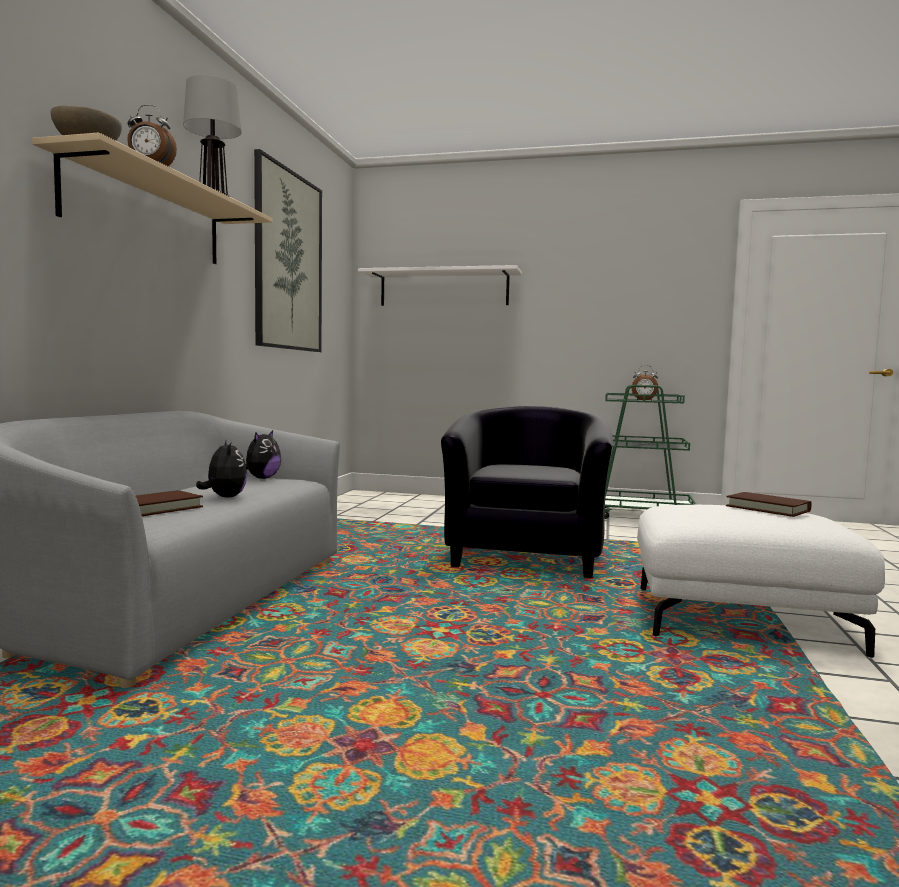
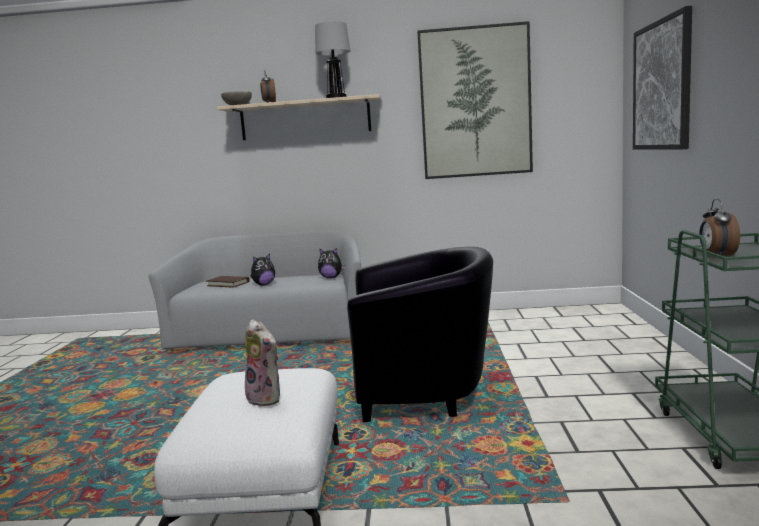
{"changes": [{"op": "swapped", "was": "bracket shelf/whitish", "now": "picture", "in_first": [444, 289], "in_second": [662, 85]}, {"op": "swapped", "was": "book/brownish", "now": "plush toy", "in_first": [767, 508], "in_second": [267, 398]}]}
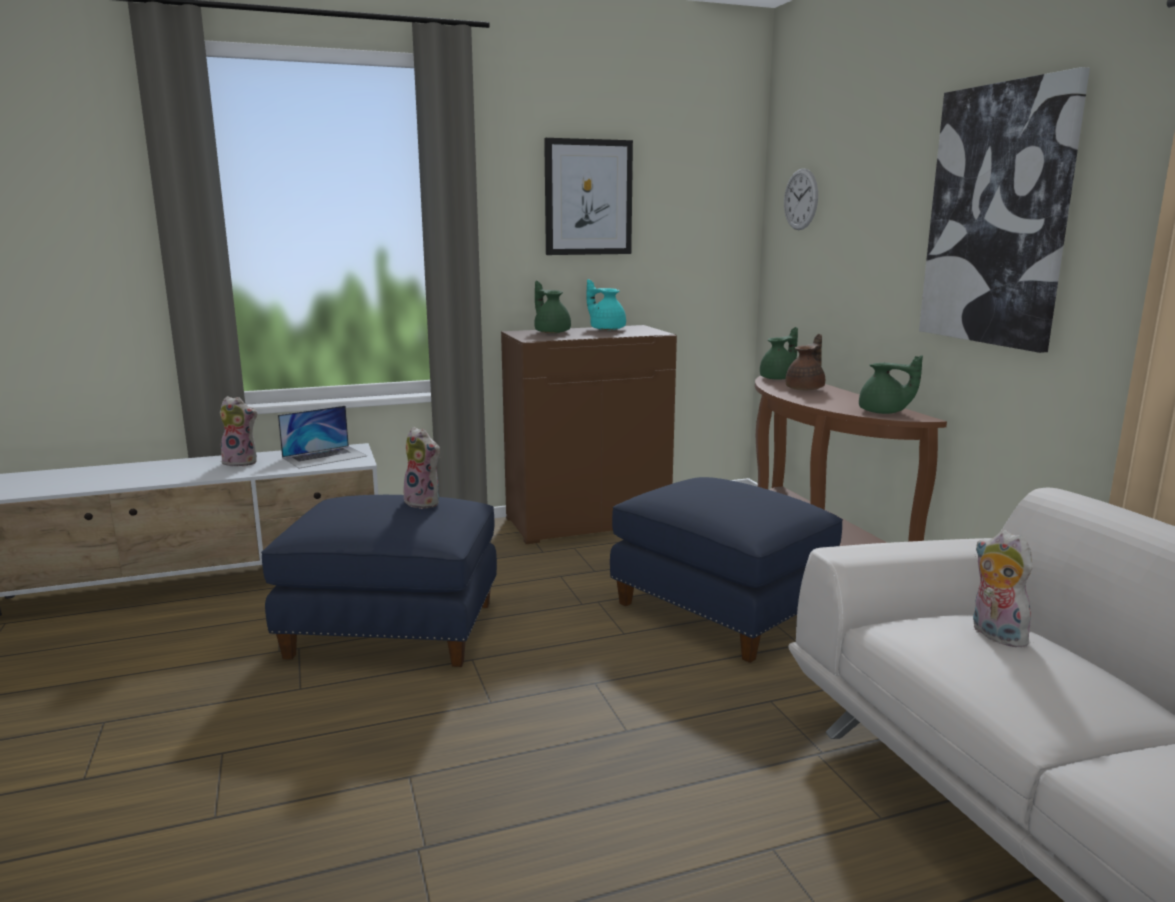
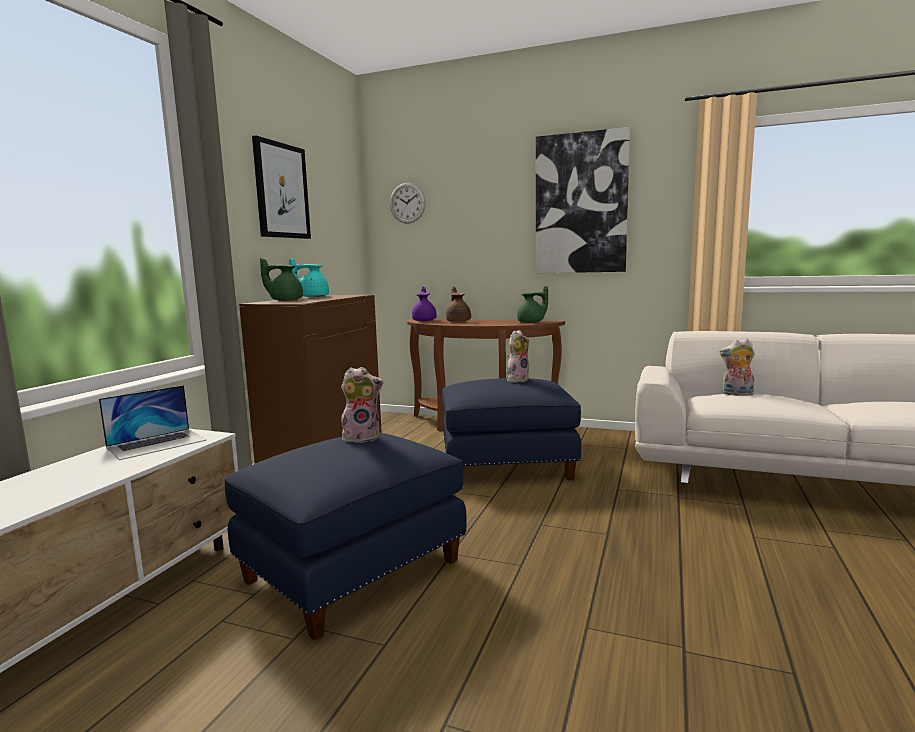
{"changes": [{"op": "shifted", "was": "plush toy", "in_first": [242, 462], "in_second": [517, 380]}, {"op": "repainted", "was": "pot for tea/green-coloured", "now": "pot for tea/purple", "in_first": [779, 378], "in_second": [424, 320]}, {"op": "rotated", "was": "portable computer", "in_first": [325, 457], "in_second": [157, 443], "clockwise": 45}]}
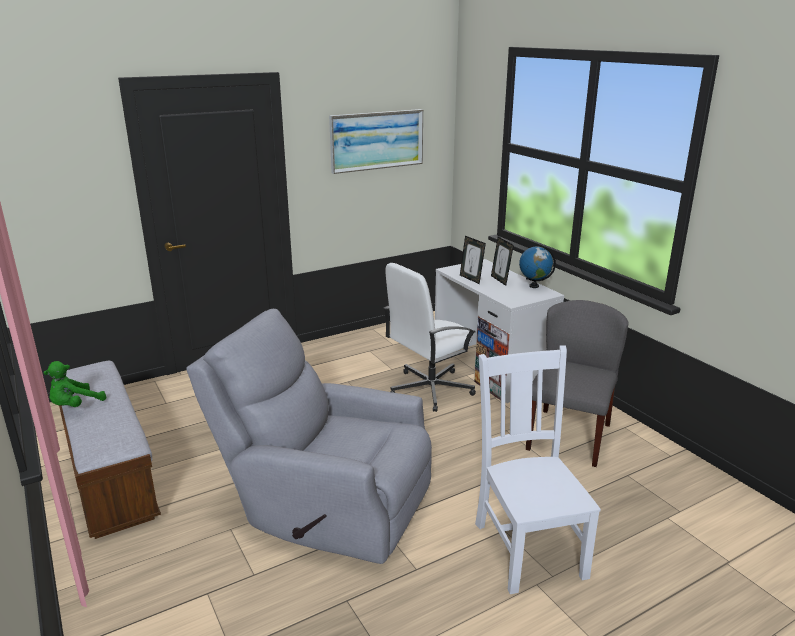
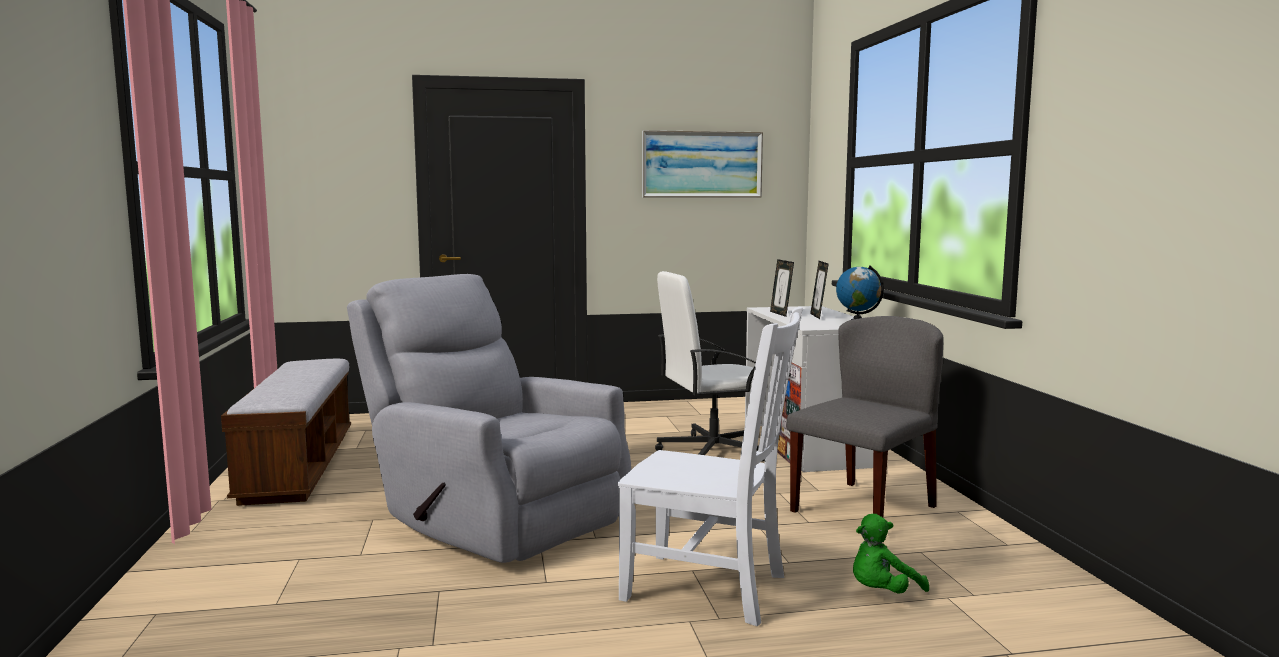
{"changes": [{"op": "shifted", "was": "plush toy/green-coloured", "in_first": [75, 405], "in_second": [882, 592]}, {"op": "rotated", "was": "upright chair/whitish", "in_first": [528, 546], "in_second": [710, 588], "clockwise": 105}]}
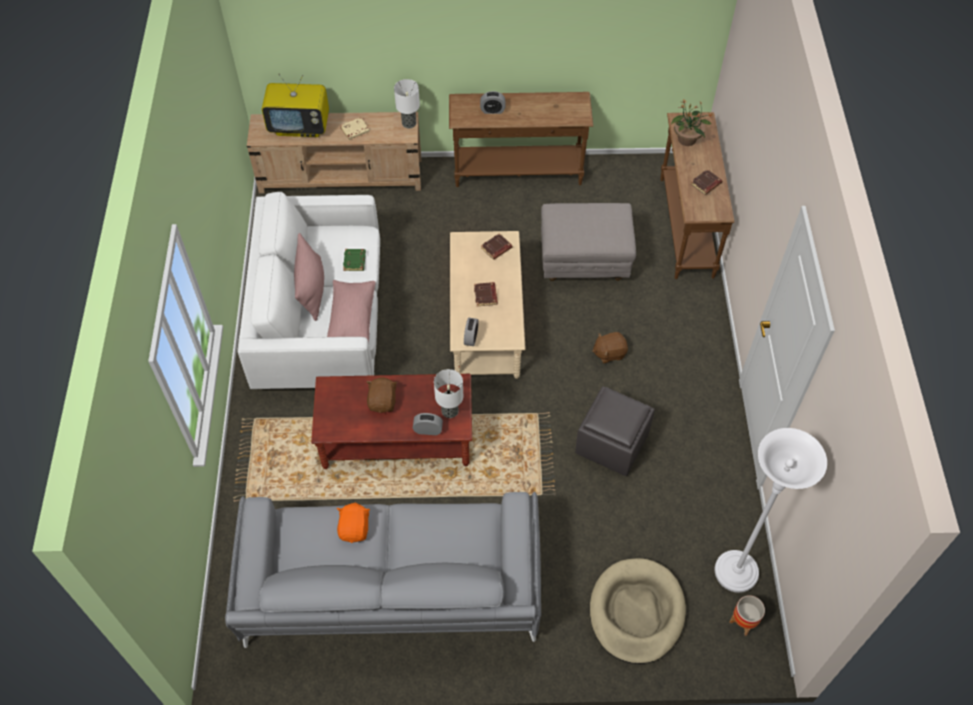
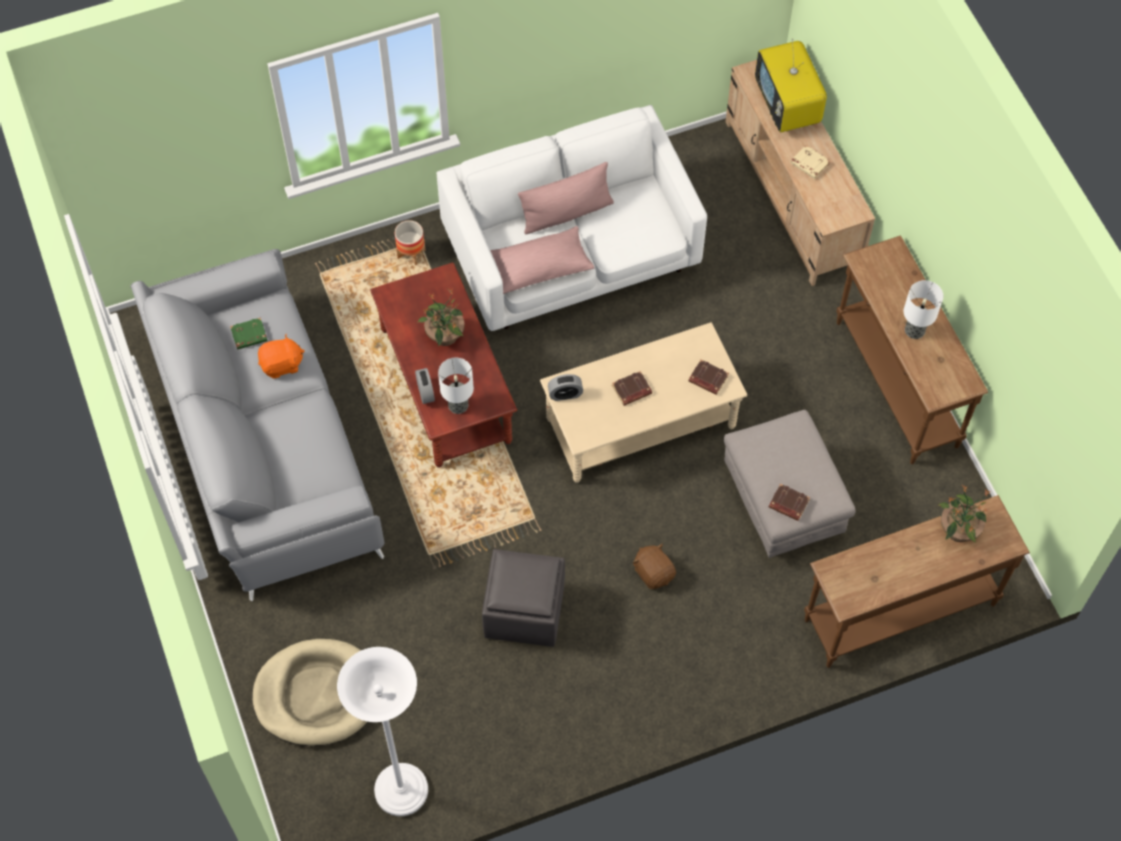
{"changes": [{"op": "gone", "was": "table clock", "in_first": [492, 110]}, {"op": "shifted", "was": "book/green-coloured", "in_first": [355, 261], "in_second": [249, 336]}, {"op": "shifted", "was": "tabletop lamp", "in_first": [409, 123], "in_second": [915, 330]}, {"op": "shifted", "was": "book/brownish", "in_first": [706, 184], "in_second": [788, 504]}, {"op": "shifted", "was": "plant pot", "in_first": [743, 621], "in_second": [411, 254]}, {"op": "swapped", "was": "plush toy/brownish", "now": "potted plant", "in_first": [383, 402], "in_second": [445, 336]}]}
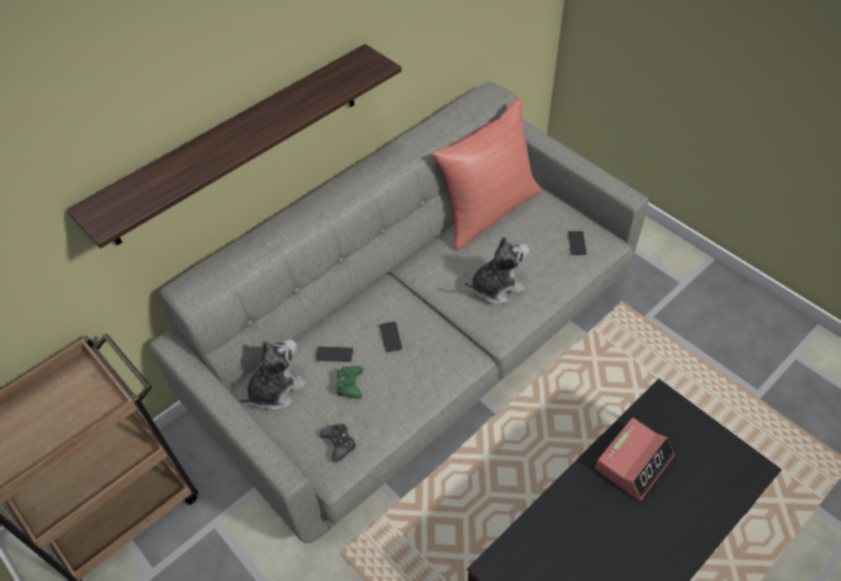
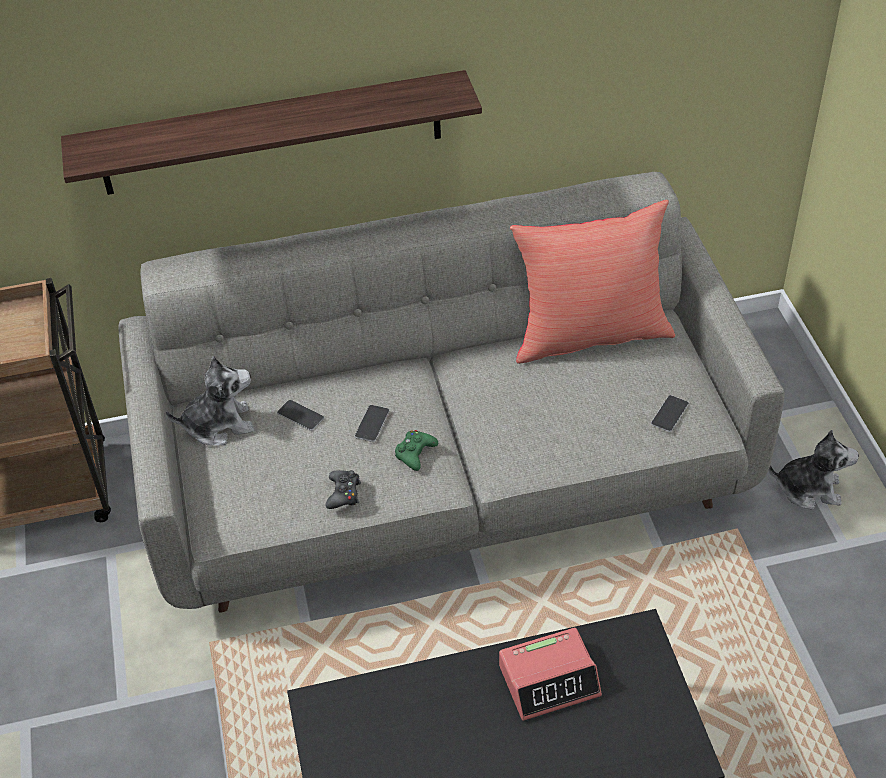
{"changes": [{"op": "shifted", "was": "game controller/blackish", "in_first": [339, 443], "in_second": [343, 493]}, {"op": "shifted", "was": "game controller/green-coloured", "in_first": [349, 384], "in_second": [415, 453]}, {"op": "shifted", "was": "plush toy", "in_first": [496, 287], "in_second": [809, 489]}]}
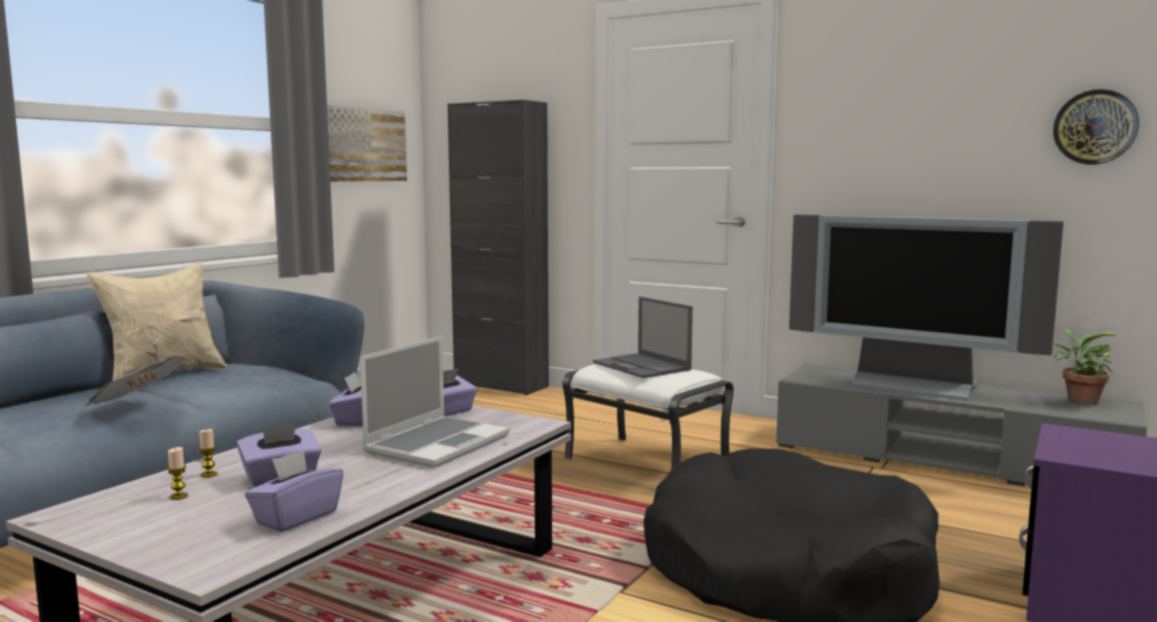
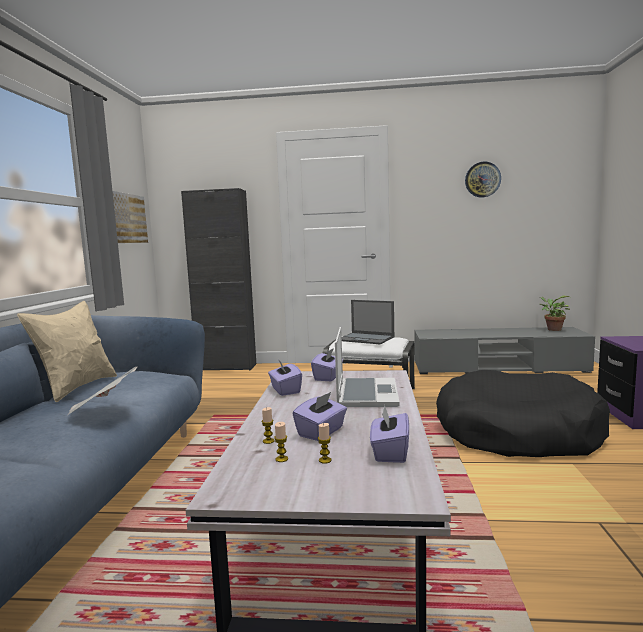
{"changes": [{"op": "gone", "was": "TV", "in_first": [914, 387]}, {"op": "new", "now": "wax candle", "in_second": [325, 460]}, {"op": "shifted", "was": "clock on the wall", "in_first": [1095, 127], "in_second": [482, 179]}]}
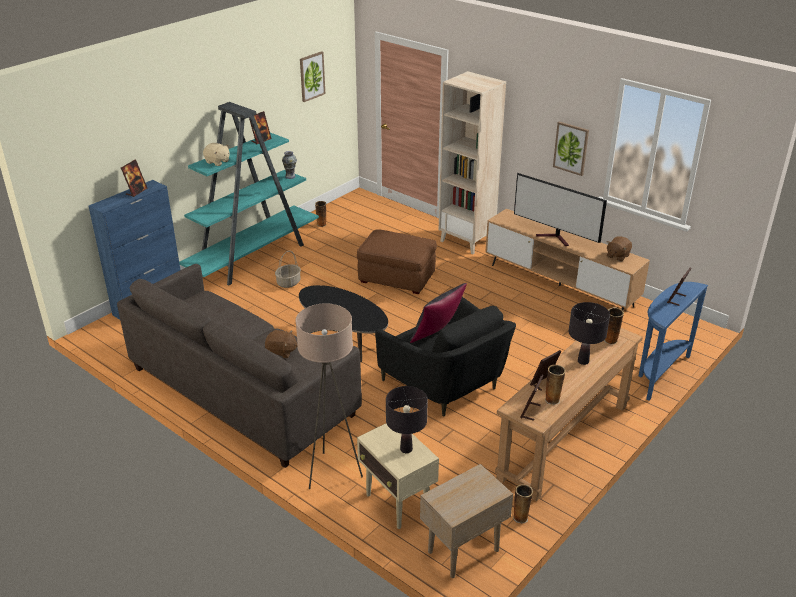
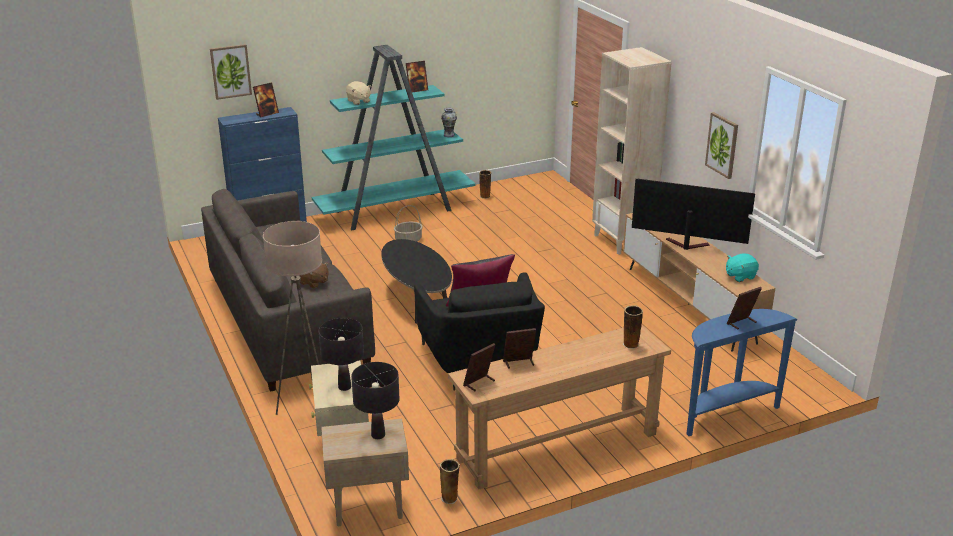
{"changes": [{"op": "gone", "was": "ottoman/brownish", "in_first": [397, 278]}, {"op": "gone", "was": "flower vase", "in_first": [552, 399]}, {"op": "shifted", "was": "picture", "in_first": [311, 76], "in_second": [230, 71]}, {"op": "shifted", "was": "tabletop lamp/blackish", "in_first": [583, 361], "in_second": [378, 435]}, {"op": "repainted", "was": "plush toy/brownish", "now": "plush toy/turquoise-coloured", "in_first": [617, 256], "in_second": [740, 276]}, {"op": "rotated", "was": "TV", "in_first": [556, 238], "in_second": [685, 245], "clockwise": 135}]}
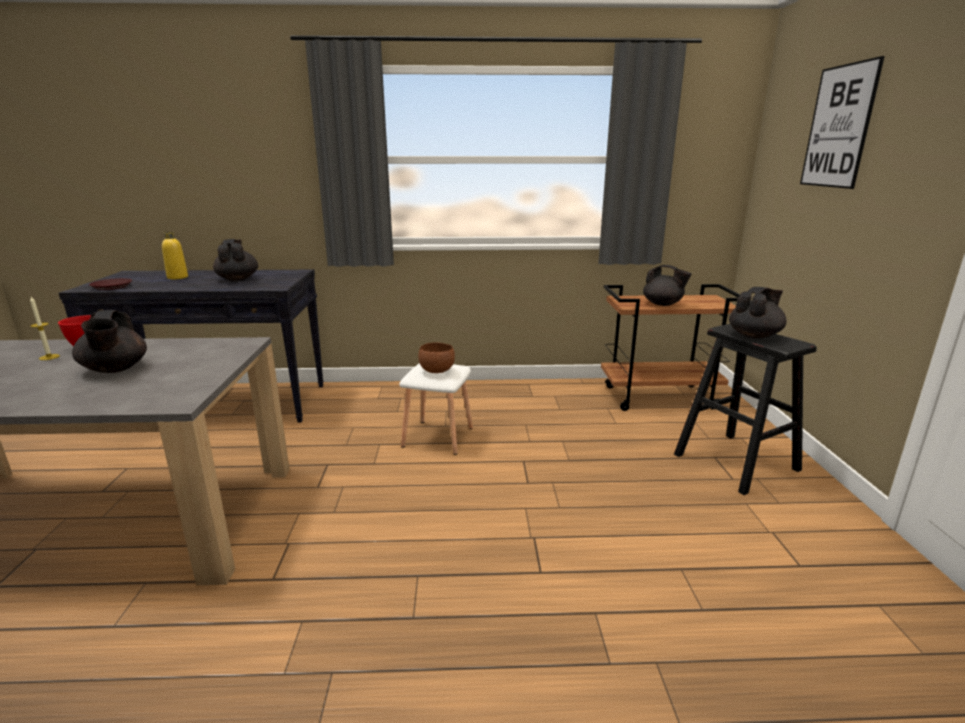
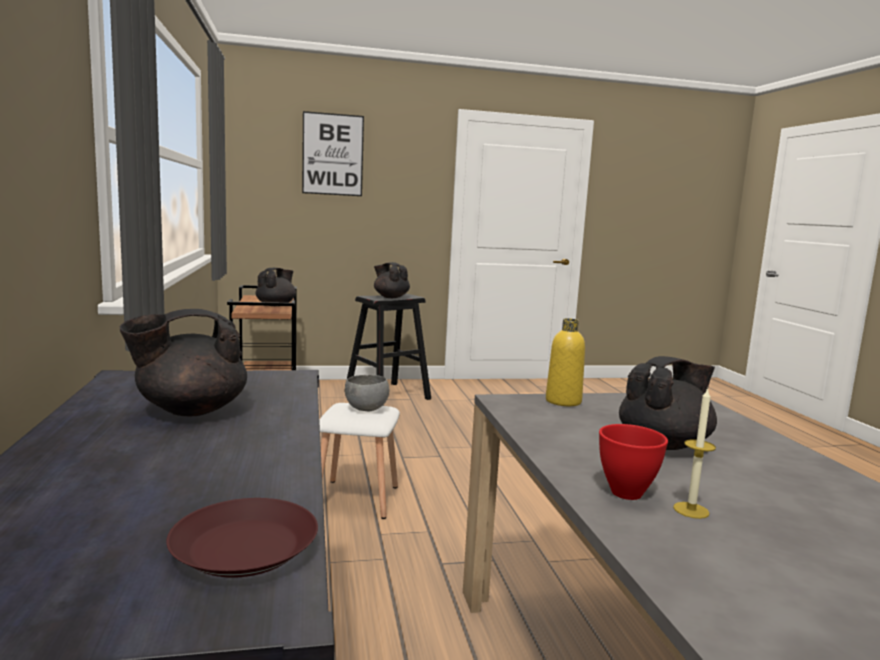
{"changes": [{"op": "shifted", "was": "drink bottle/yellow-coloured", "in_first": [177, 277], "in_second": [563, 401]}, {"op": "repainted", "was": "bowl/brownish", "now": "bowl/gray", "in_first": [436, 371], "in_second": [365, 409]}]}
